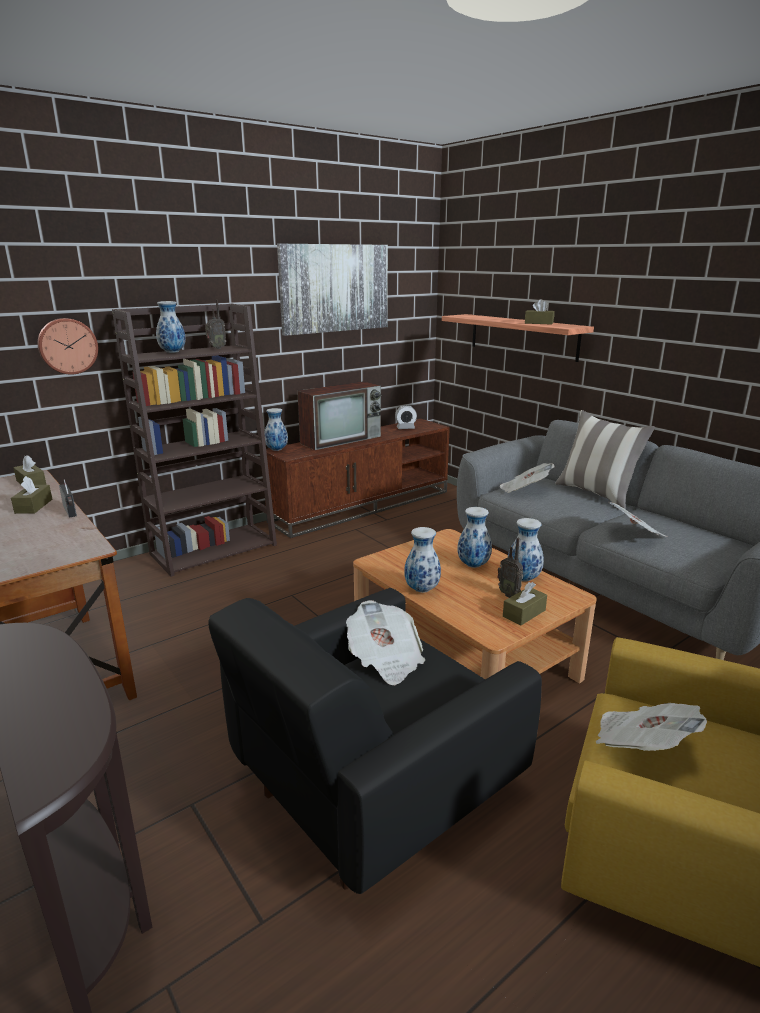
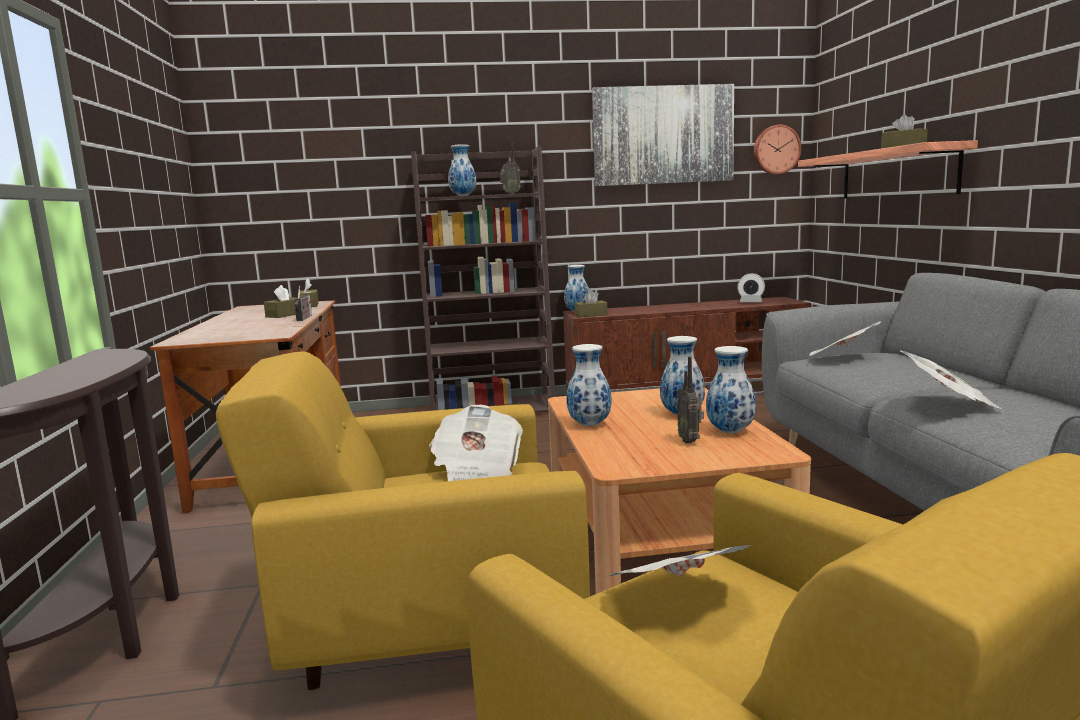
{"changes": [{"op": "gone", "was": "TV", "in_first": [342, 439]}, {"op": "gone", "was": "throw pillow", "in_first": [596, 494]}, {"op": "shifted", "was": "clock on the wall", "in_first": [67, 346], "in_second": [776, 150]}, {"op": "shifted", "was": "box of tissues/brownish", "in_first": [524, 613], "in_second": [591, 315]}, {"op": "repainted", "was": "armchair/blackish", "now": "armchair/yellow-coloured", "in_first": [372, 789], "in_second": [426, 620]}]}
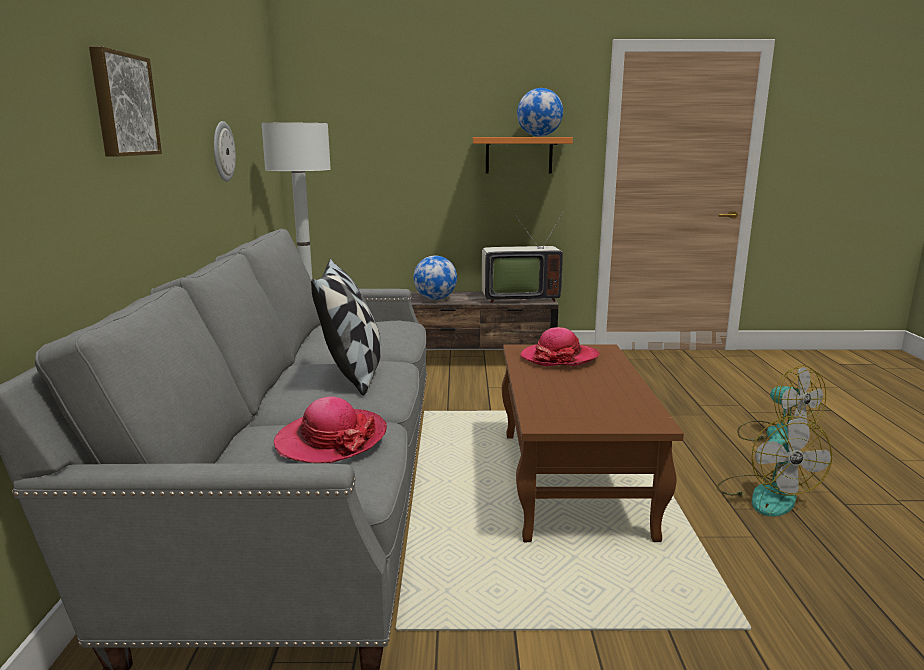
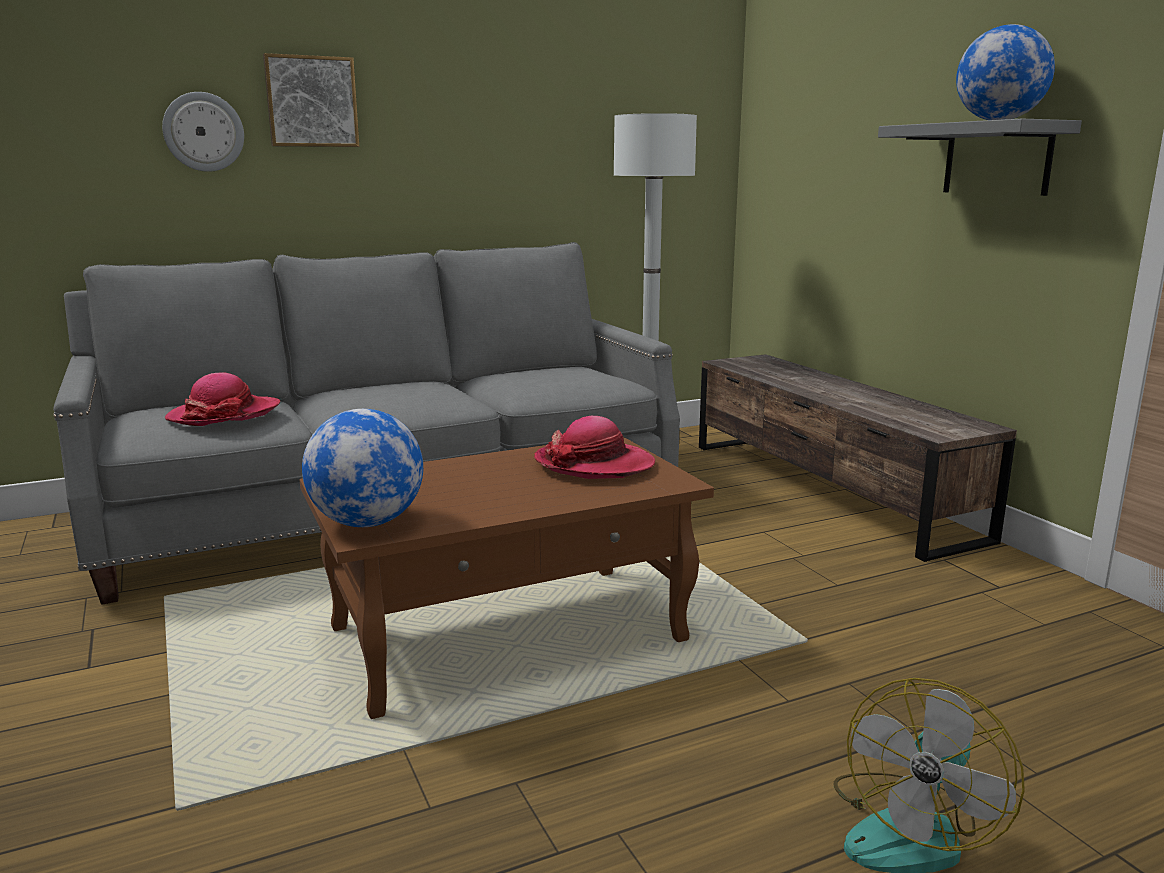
{"changes": [{"op": "gone", "was": "throw pillow", "in_first": [353, 374]}, {"op": "gone", "was": "TV", "in_first": [518, 298]}, {"op": "gone", "was": "cooling fan", "in_first": [766, 495]}, {"op": "shifted", "was": "clock on the wall", "in_first": [222, 151], "in_second": [203, 132]}, {"op": "shifted", "was": "world globe", "in_first": [435, 299], "in_second": [367, 523]}, {"op": "repainted", "was": "bracket shelf/orange", "now": "bracket shelf/gray", "in_first": [519, 155], "in_second": [997, 159]}]}
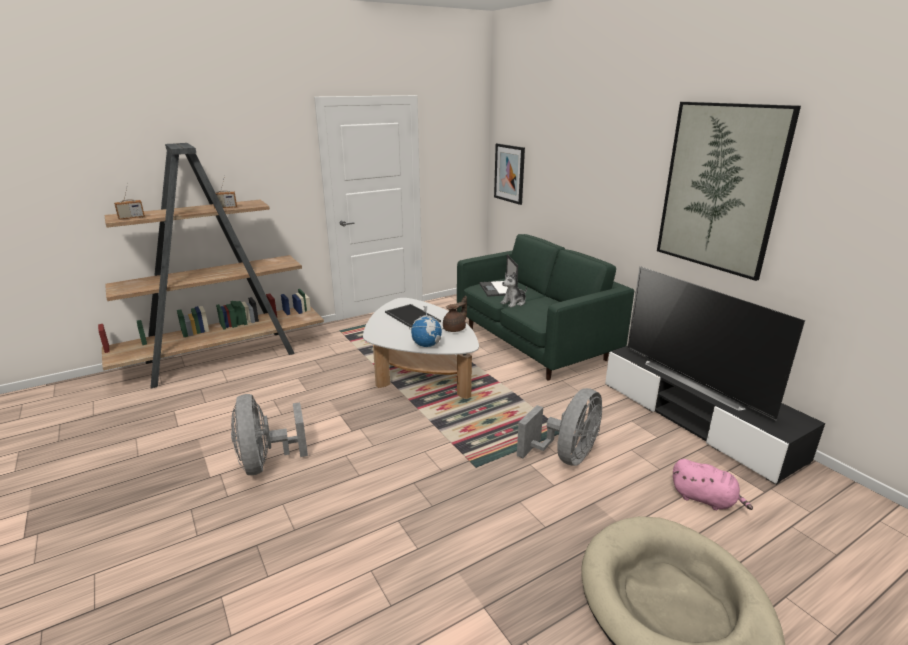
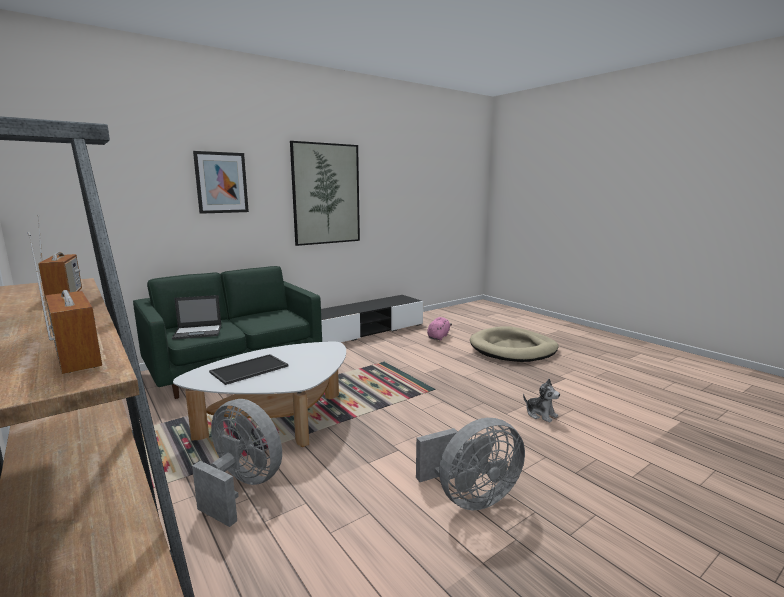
{"changes": [{"op": "gone", "was": "world globe", "in_first": [427, 345]}, {"op": "gone", "was": "pot for tea/brownish", "in_first": [455, 329]}, {"op": "gone", "was": "TV", "in_first": [696, 381]}, {"op": "shifted", "was": "picture", "in_first": [509, 173], "in_second": [221, 182]}, {"op": "shifted", "was": "plush toy", "in_first": [514, 302], "in_second": [540, 414]}, {"op": "shifted", "was": "cooling fan/gray", "in_first": [566, 456], "in_second": [242, 487]}]}
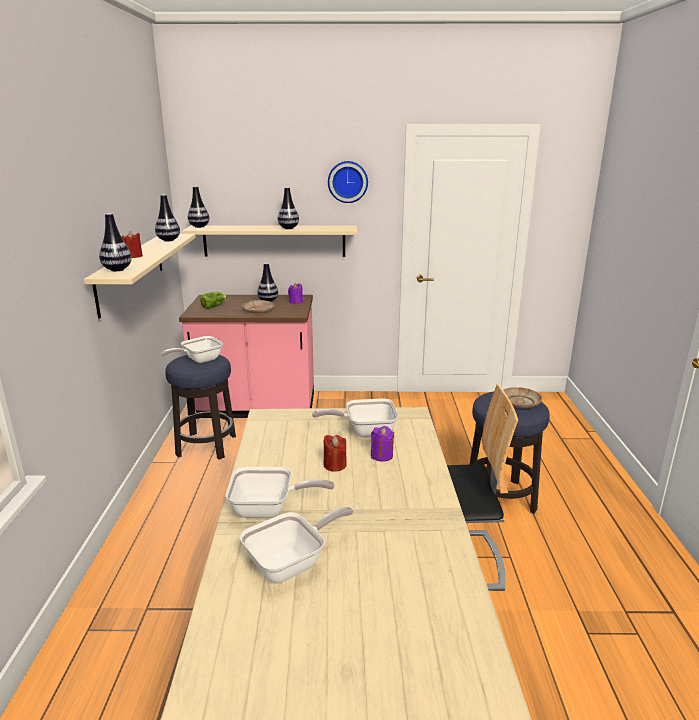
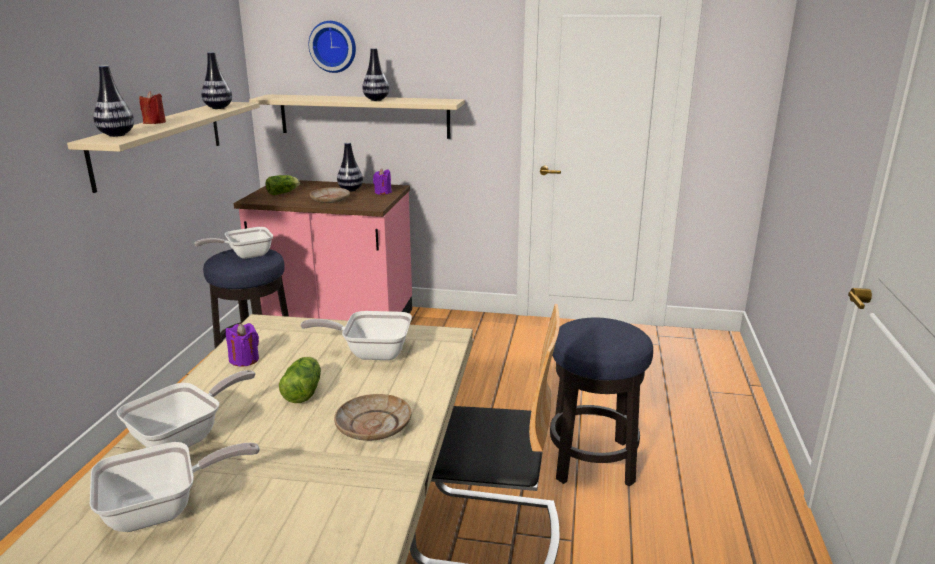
{"changes": [{"op": "gone", "was": "flower vase", "in_first": [199, 227]}, {"op": "shifted", "was": "clock on the wall", "in_first": [347, 181], "in_second": [333, 46]}, {"op": "shifted", "was": "wax candle/purple", "in_first": [381, 455], "in_second": [244, 360]}, {"op": "shifted", "was": "dinner plate/beige", "in_first": [519, 403], "in_second": [373, 426]}, {"op": "swapped", "was": "wax candle/red", "now": "lettuce head", "in_first": [335, 465], "in_second": [304, 390]}, {"op": "rotated", "was": "pan", "in_first": [269, 509], "in_second": [185, 437], "clockwise": -60}]}
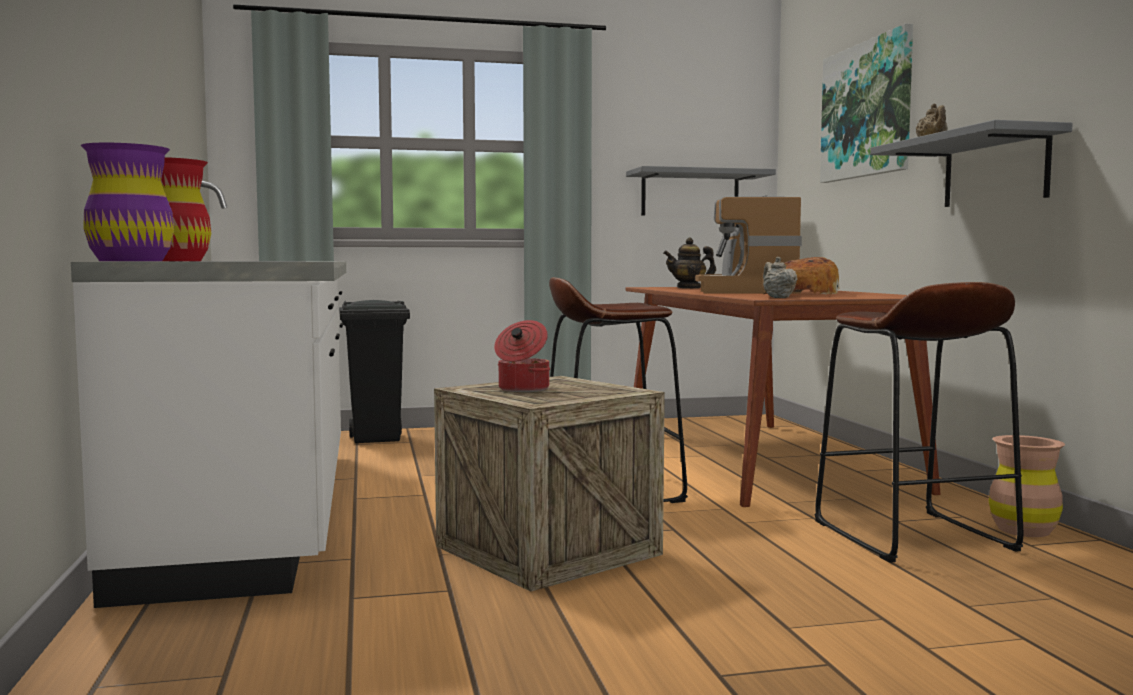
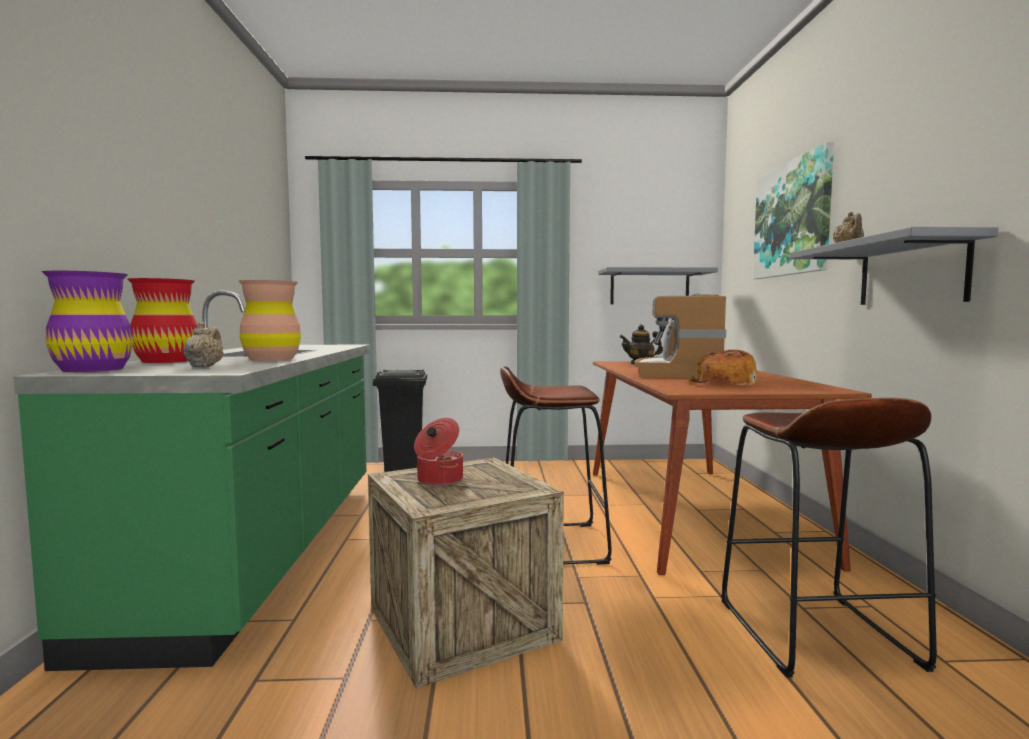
{"changes": [{"op": "shifted", "was": "pot for tea/beige", "in_first": [777, 297], "in_second": [205, 366]}, {"op": "shifted", "was": "flower vase/brownish", "in_first": [1023, 530], "in_second": [271, 359]}, {"op": "repainted", "was": "kitchen base unit/whitish", "now": "kitchen base unit/green-coloured", "in_first": [256, 510], "in_second": [264, 549]}]}
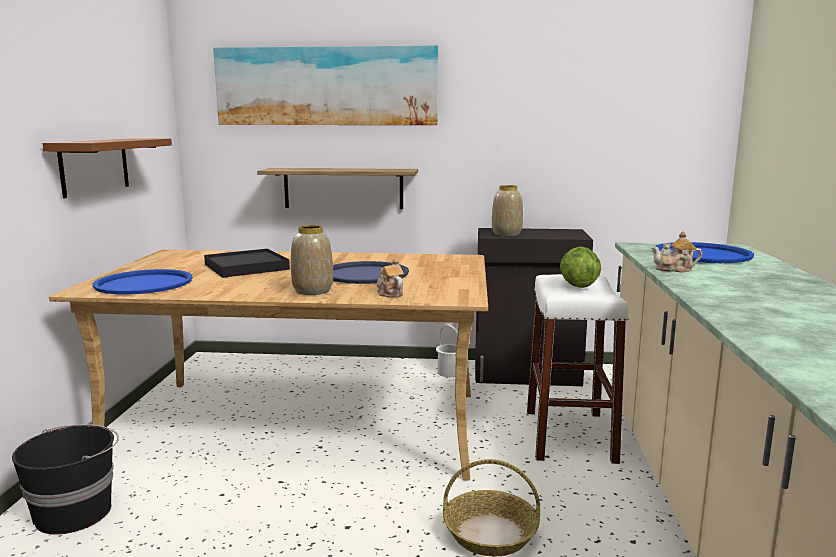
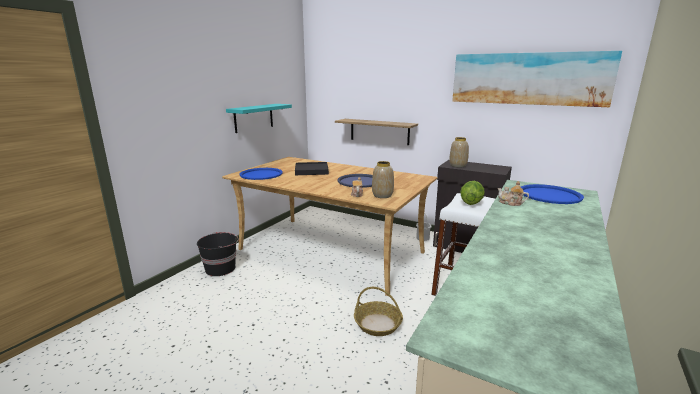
{"changes": [{"op": "shifted", "was": "picture", "in_first": [326, 86], "in_second": [527, 78]}, {"op": "shifted", "was": "flower vase", "in_first": [312, 291], "in_second": [382, 195]}, {"op": "repainted", "was": "bracket shelf/brownish", "now": "bracket shelf/turquoise-coloured", "in_first": [94, 166], "in_second": [253, 117]}]}
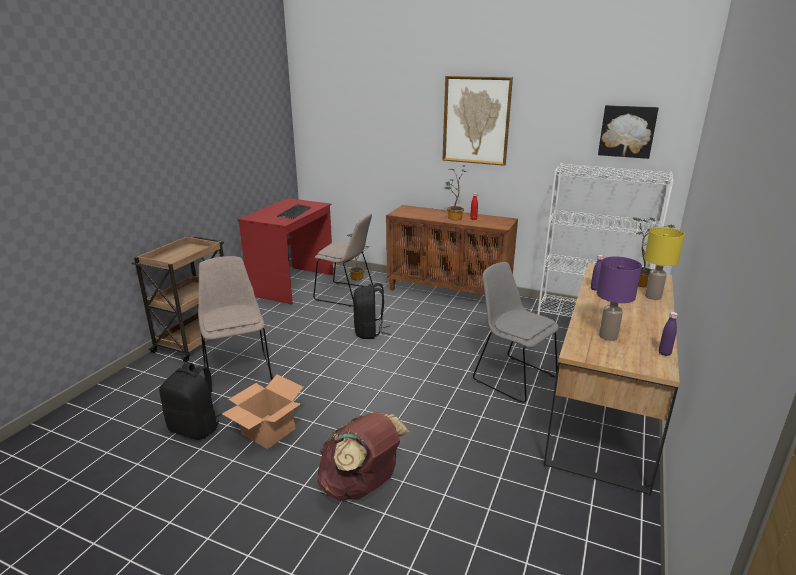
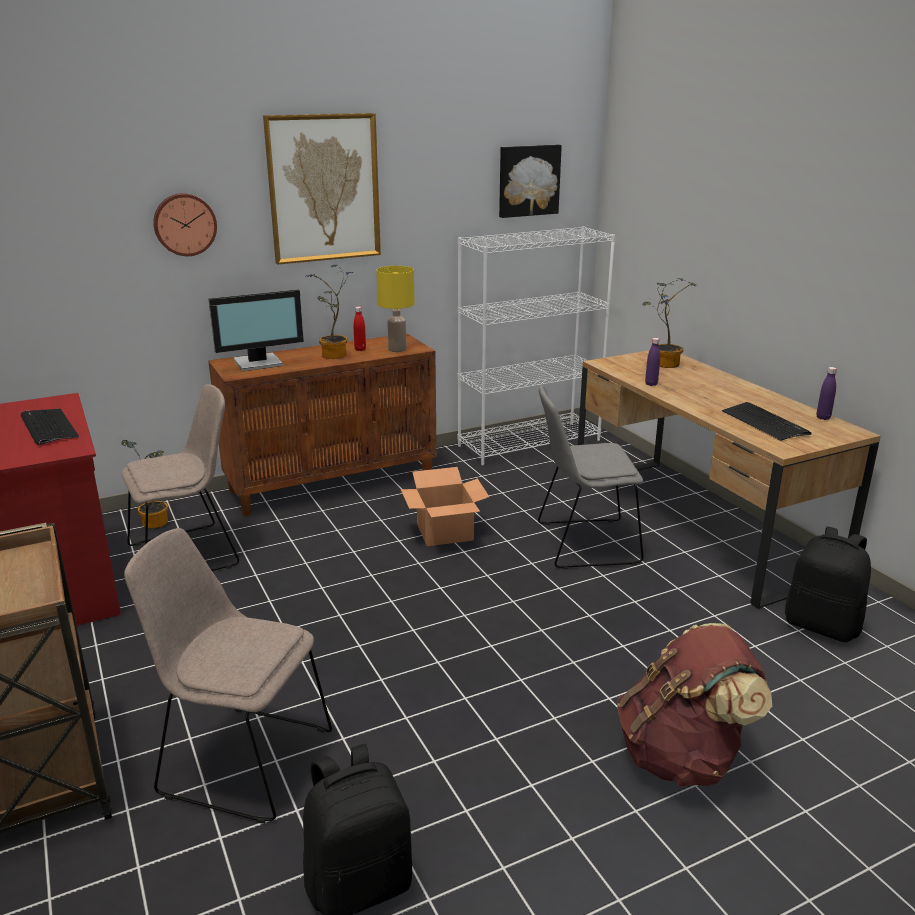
{"changes": [{"op": "new", "now": "clock on the wall", "in_second": [184, 224]}, {"op": "new", "now": "computer display", "in_second": [259, 363]}, {"op": "shifted", "was": "carton", "in_first": [269, 431], "in_second": [445, 532]}, {"op": "shifted", "was": "knapsack/blackish", "in_first": [369, 332], "in_second": [822, 626]}, {"op": "shifted", "was": "tabletop lamp/yellow-coloured", "in_first": [652, 297], "in_second": [397, 349]}, {"op": "swapped", "was": "tabletop lamp/purple", "now": "computer keyboard", "in_first": [608, 336], "in_second": [765, 423]}]}
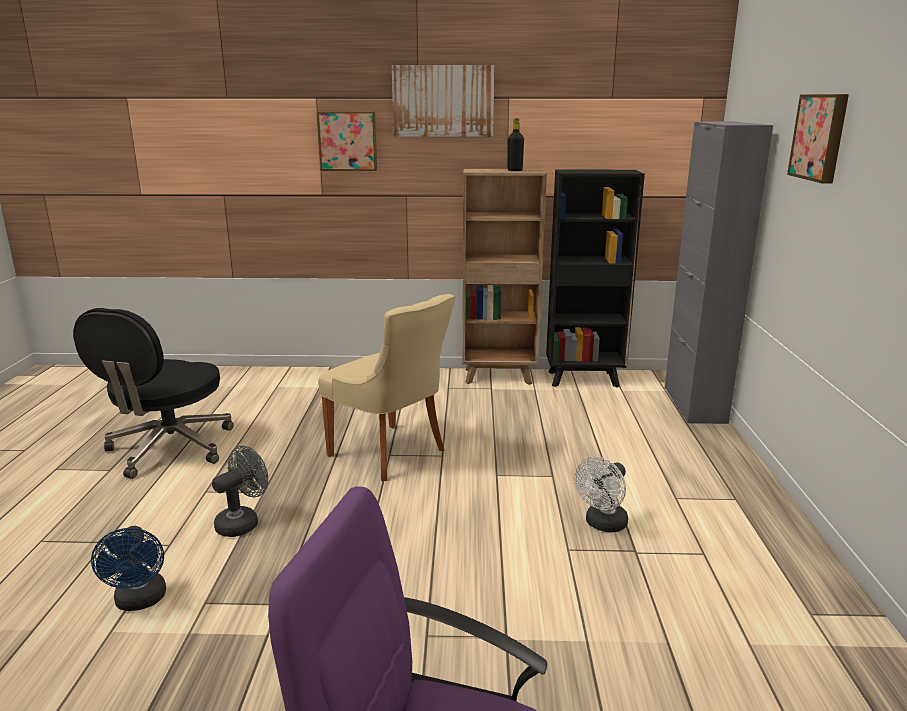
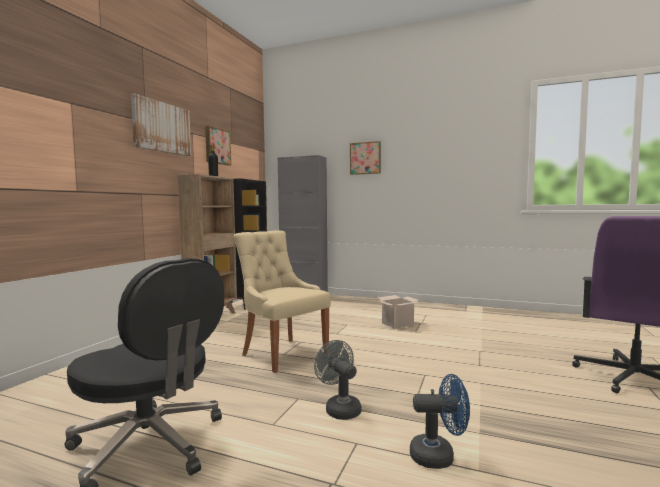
{"changes": [{"op": "shifted", "was": "picture", "in_first": [348, 141], "in_second": [217, 146]}, {"op": "swapped", "was": "cooling fan/whitish", "now": "carton", "in_first": [602, 525], "in_second": [398, 323]}, {"op": "rotated", "was": "upright chair/beige", "in_first": [390, 453], "in_second": [282, 353], "clockwise": -105}]}
